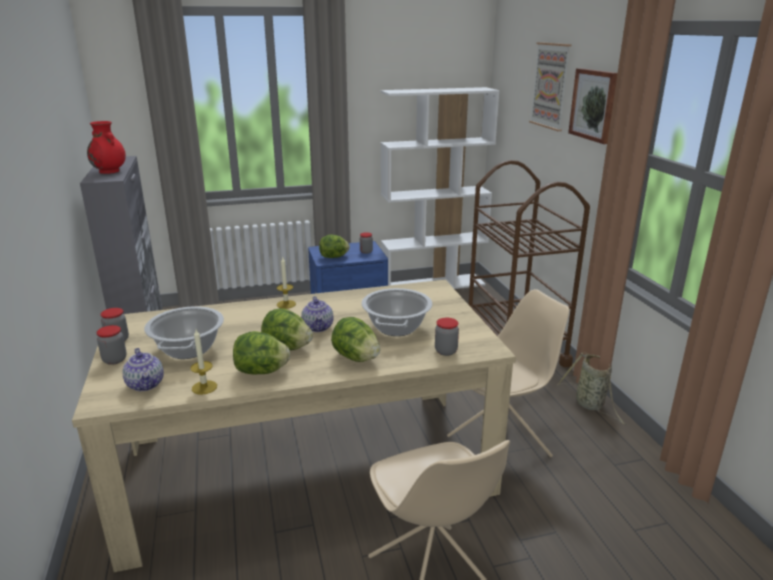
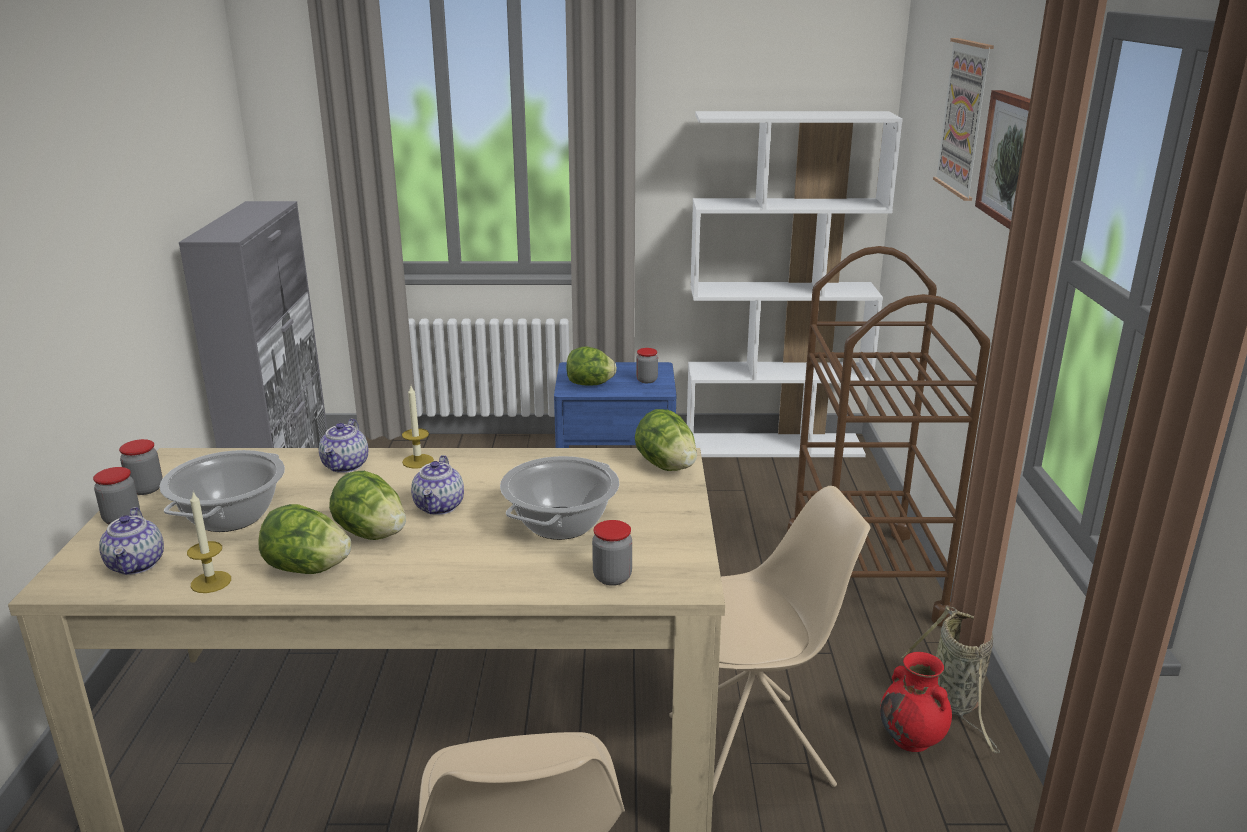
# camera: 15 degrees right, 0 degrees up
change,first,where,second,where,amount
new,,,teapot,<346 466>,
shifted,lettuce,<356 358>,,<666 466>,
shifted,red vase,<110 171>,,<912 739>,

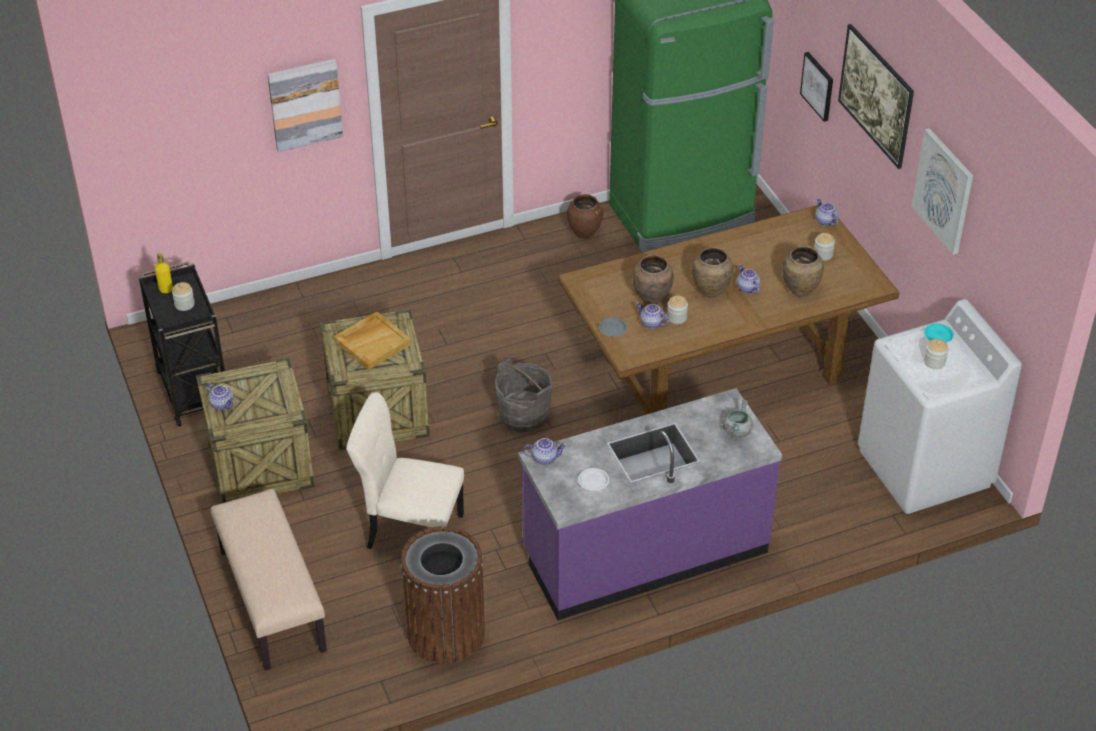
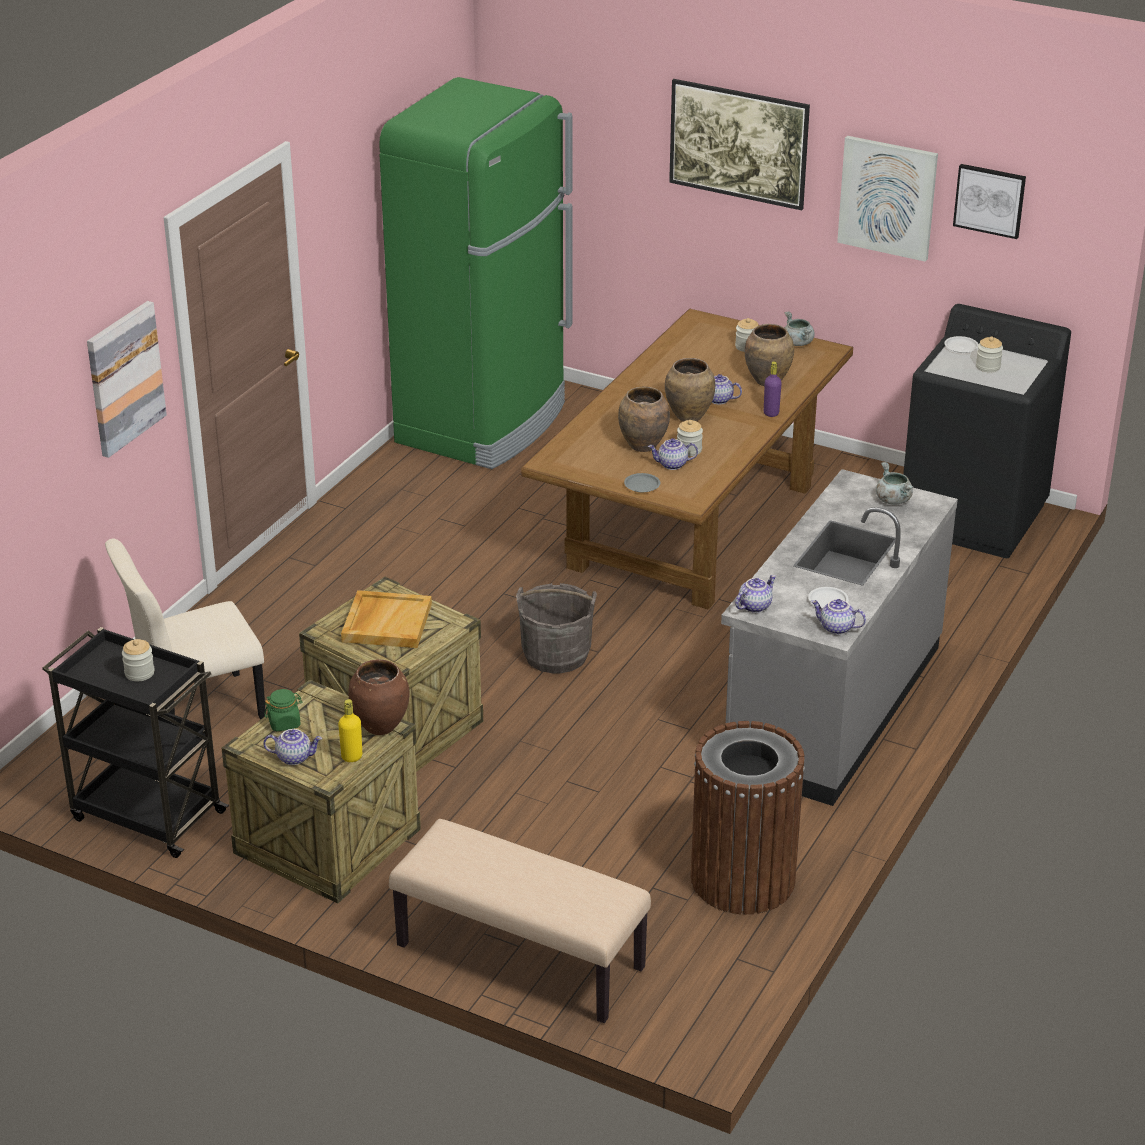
# camera: 40 degrees left, 10 degrees down
change,first,where,second,where,amount
shifted,beige chair,<411 530>,,<196 710>,
new,,,green jar,<284 723>,
shifted,yellow bottle,<166 289>,,<352 757>,
shifted,brown vase,<584 233>,,<380 726>,
repainted,purple counter,<644 552>,grey counter,<832 706>,
new,,,purple bottle,<771 413>,
new,,,grey cooking pot,<798 343>,
shifted,teapot,<825 221>,,<836 628>,
repainted,white washing machine,<925 468>,black washing machine,<974 517>,
repainted,turquoise plate,<938 335>,white plate,<960 347>,
shifted,picture,<818 86>,,<989 200>,

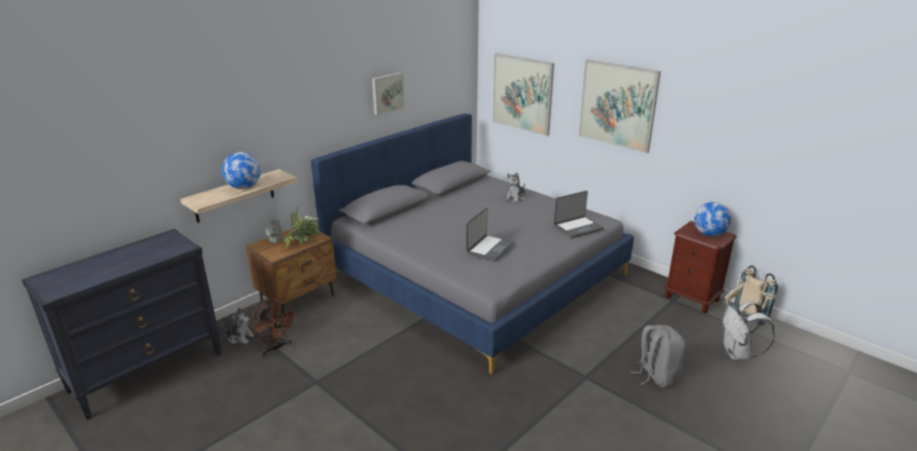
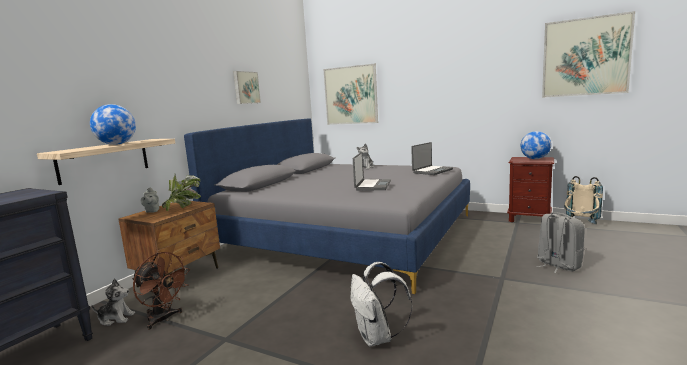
# camera: 15 degrees left, 15 degrees down
change,first,where,second,where,amount
shifted,white backpack,<738 354>,,<377 338>,
shifted,picture,<617 105>,,<585 57>,

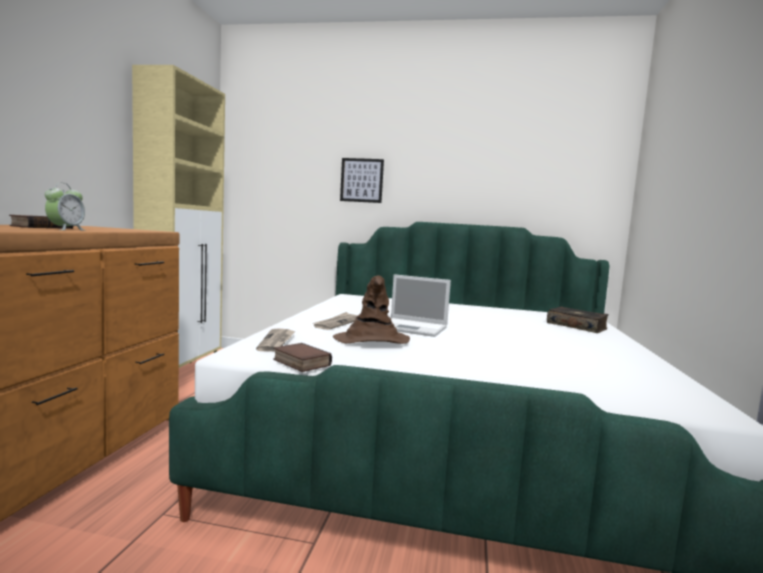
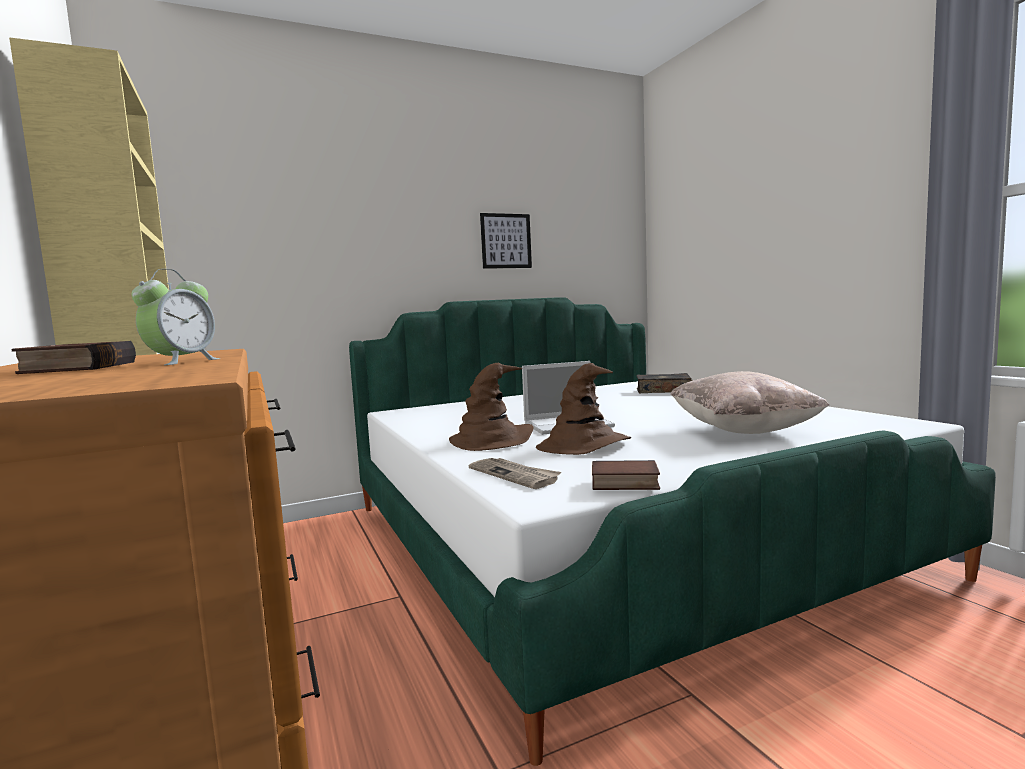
# camera: 35 degrees left, 0 degrees up
change,first,where,second,where,amount
rotated,alarm clock,<66 229>,,<181 362>,45 degrees clockwise
swapped,newspaper,<337 323>,brown hat,<491 440>,
shifted,picture,<361 180>,,<506 241>,
new,,,beige pillow,<742 431>,

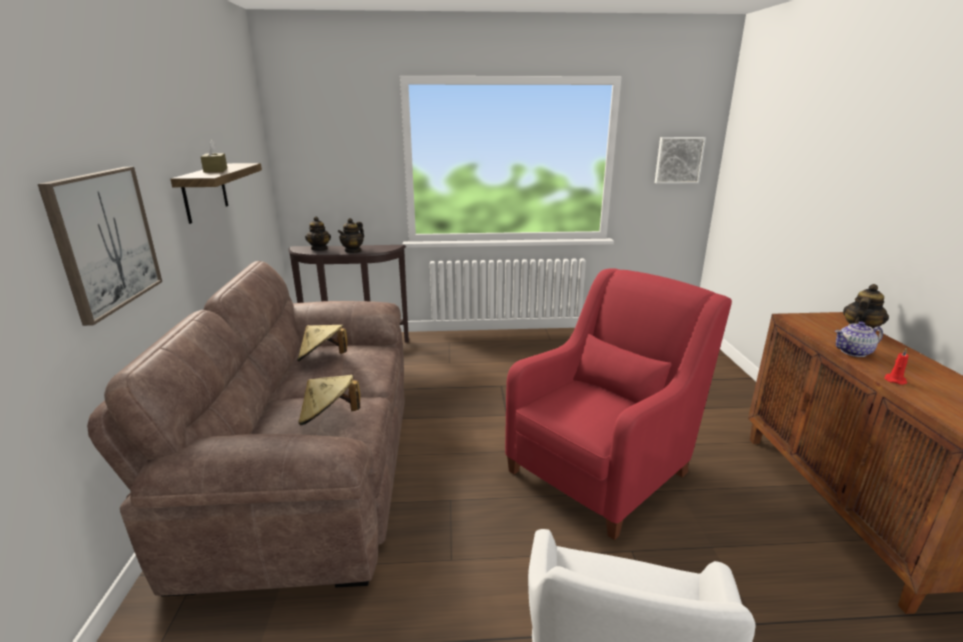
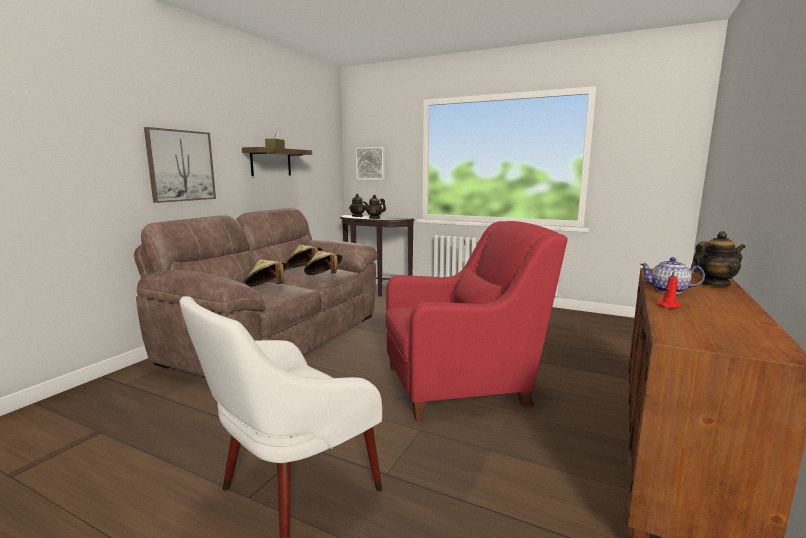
# camera: 30 degrees right, 10 degrees down
change,first,where,second,where,amount
new,,,beige hat,<324 276>,
shifted,picture,<678 160>,,<371 163>,

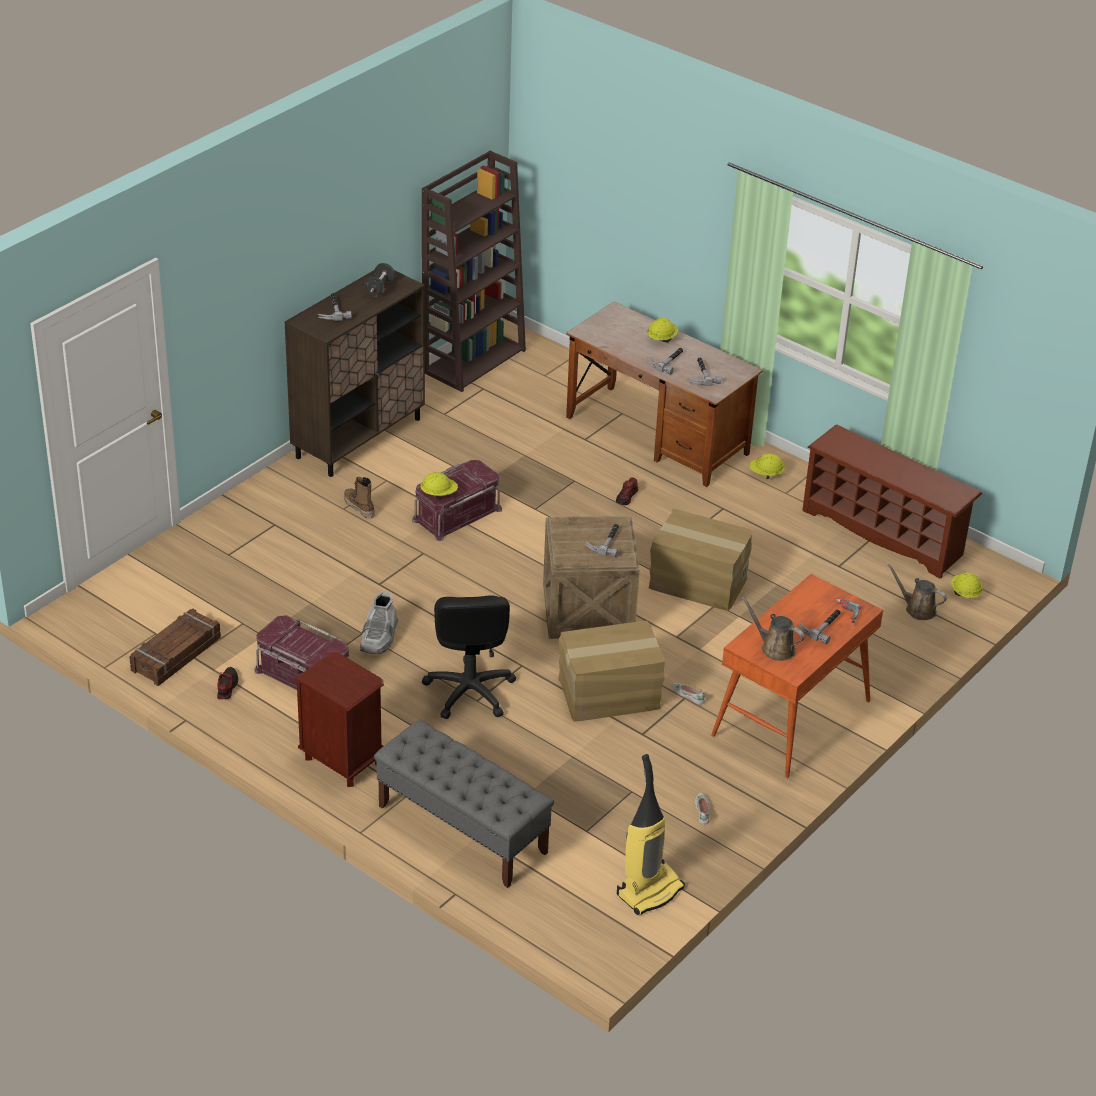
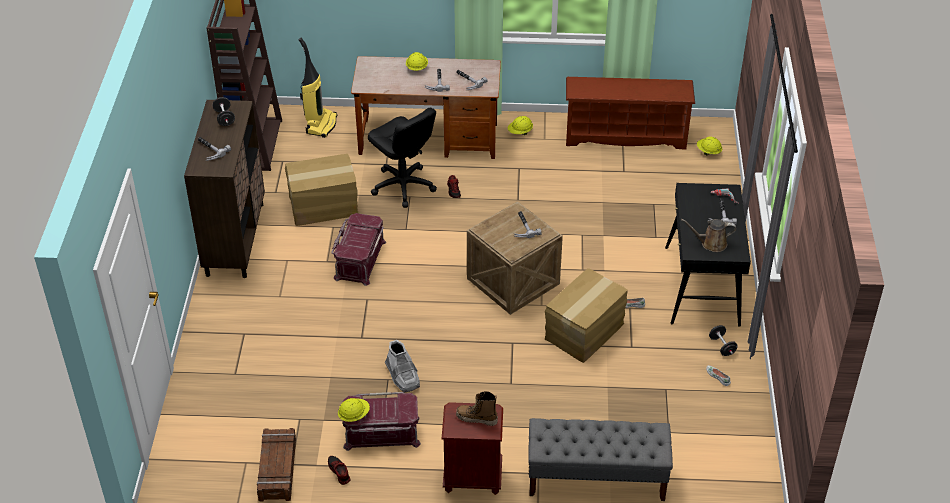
# camera: 35 degrees left, 5 degrees up
change,first,where,second,where,amount
shifted,cardboard box,<697 583>,,<323 206>,
shifted,vacuum cleaner,<649 890>,,<321 124>,
shifted,yellow hard hat,<439 494>,,<354 415>,
shifted,black office chair,<469 691>,,<403 186>,
shifted,boot,<359 507>,,<476 419>,
repainted,orange desk,<791 719>,black desk,<702 286>,
new,,,black dumbbell,<722 346>,
gone,brown watering can,<917 609>,,,

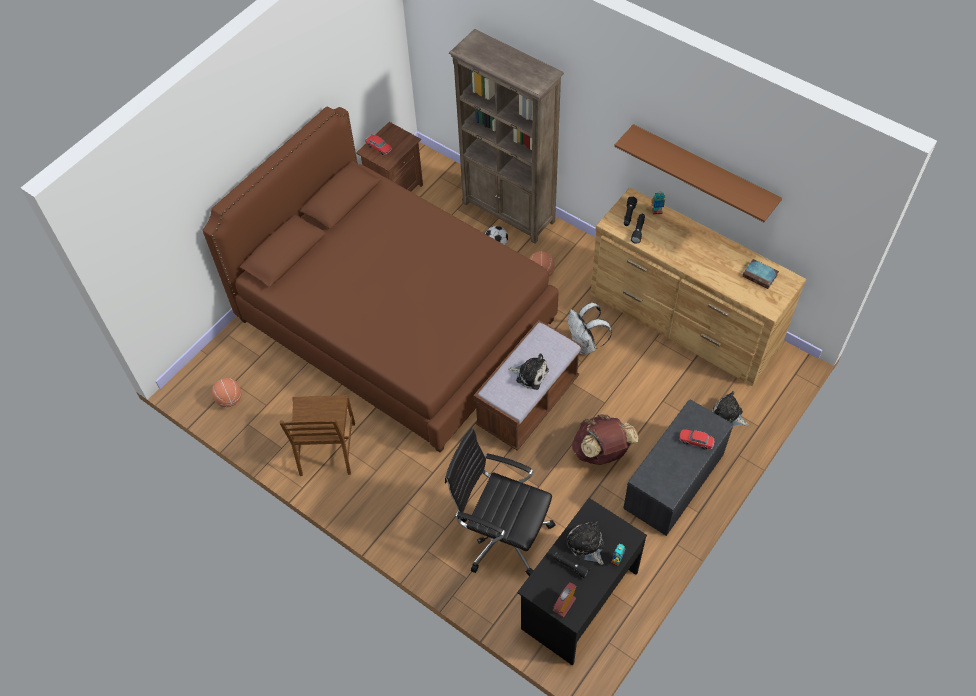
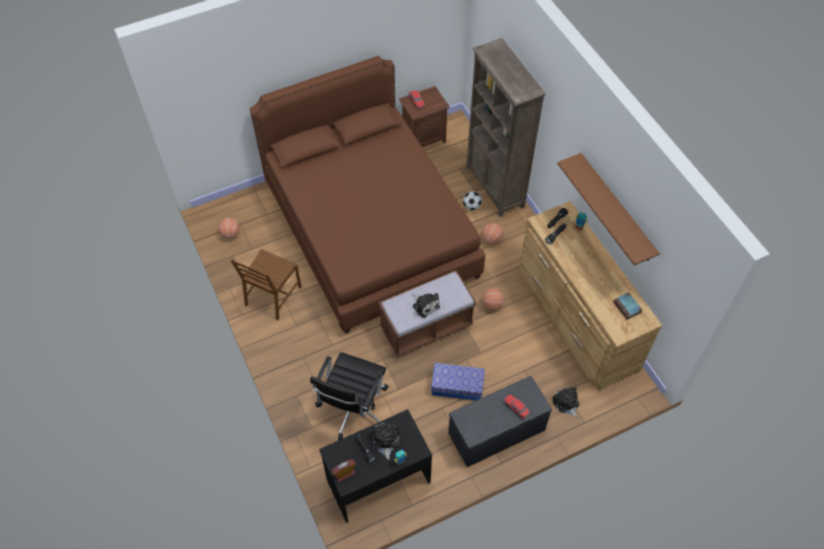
# camera: 25 degrees right, 0 degrees up
change,first,where,second,where,amount
rotated,black office chair,<501 534>,,<353 409>,120 degrees counterclockwise
swapped,brown backpack,<601 452>,storage box,<457 386>,
swapped,white backpack,<585 344>,basketball,<492 305>,

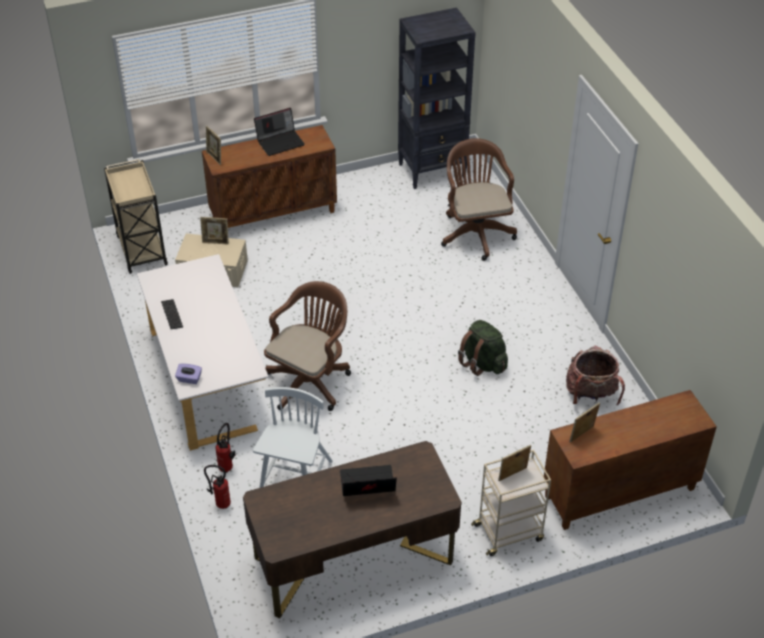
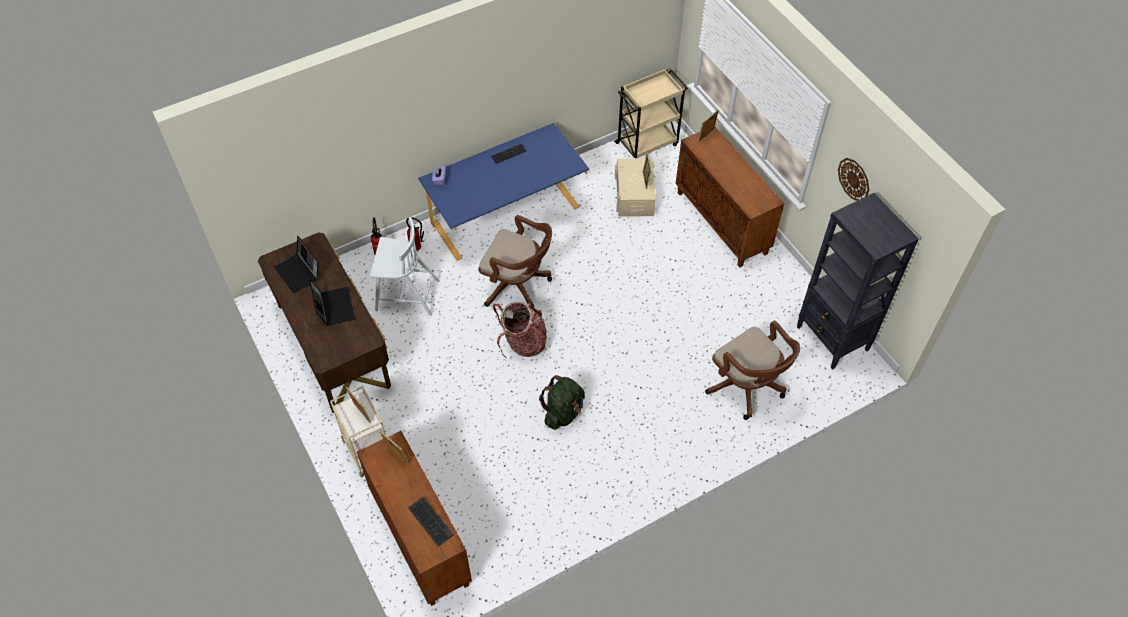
# camera: 80 degrees right, 10 degrees up
change,first,where,second,where,amount
shifted,laptop,<280 142>,,<299 273>,
new,,,keyboard,<430 521>,
repainted,white desk,<207 379>,blue desk,<507 218>,
shifted,backpack,<591 394>,,<523 343>,
rotated,brown office chair,<475 232>,,<747 388>,75 degrees clockwise
new,,,wall clock,<854 179>,

